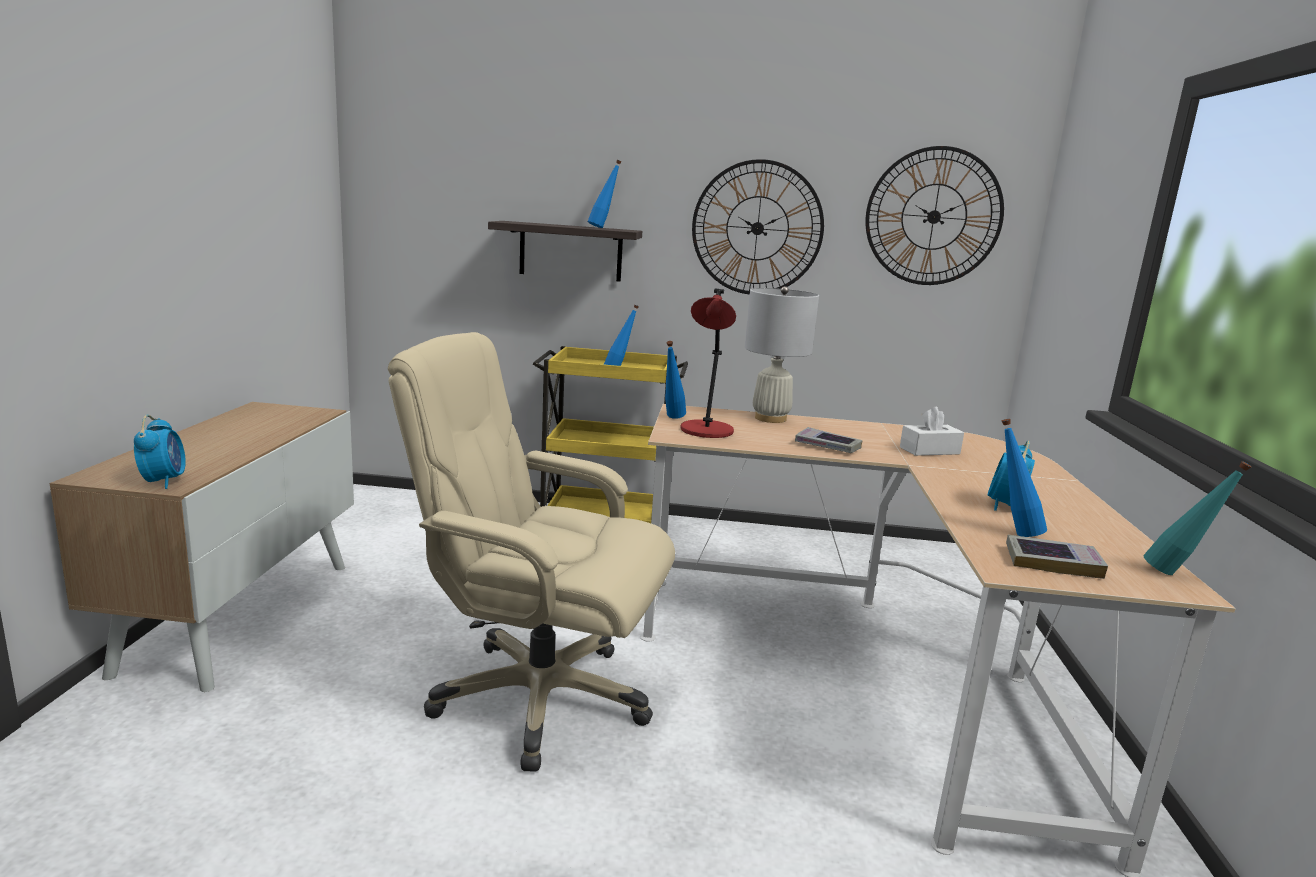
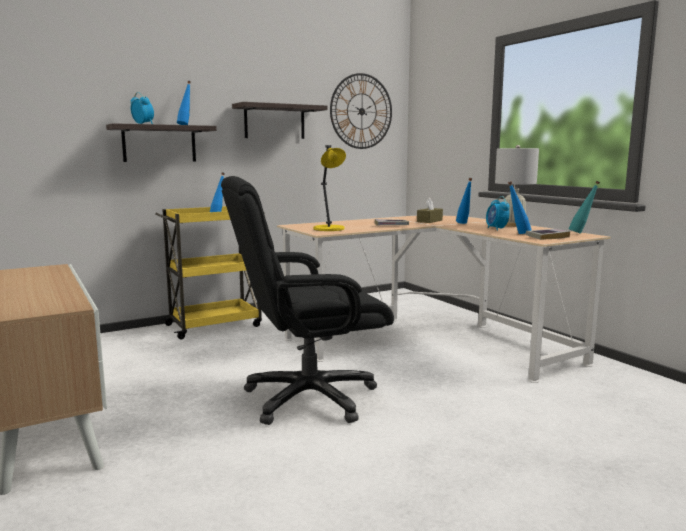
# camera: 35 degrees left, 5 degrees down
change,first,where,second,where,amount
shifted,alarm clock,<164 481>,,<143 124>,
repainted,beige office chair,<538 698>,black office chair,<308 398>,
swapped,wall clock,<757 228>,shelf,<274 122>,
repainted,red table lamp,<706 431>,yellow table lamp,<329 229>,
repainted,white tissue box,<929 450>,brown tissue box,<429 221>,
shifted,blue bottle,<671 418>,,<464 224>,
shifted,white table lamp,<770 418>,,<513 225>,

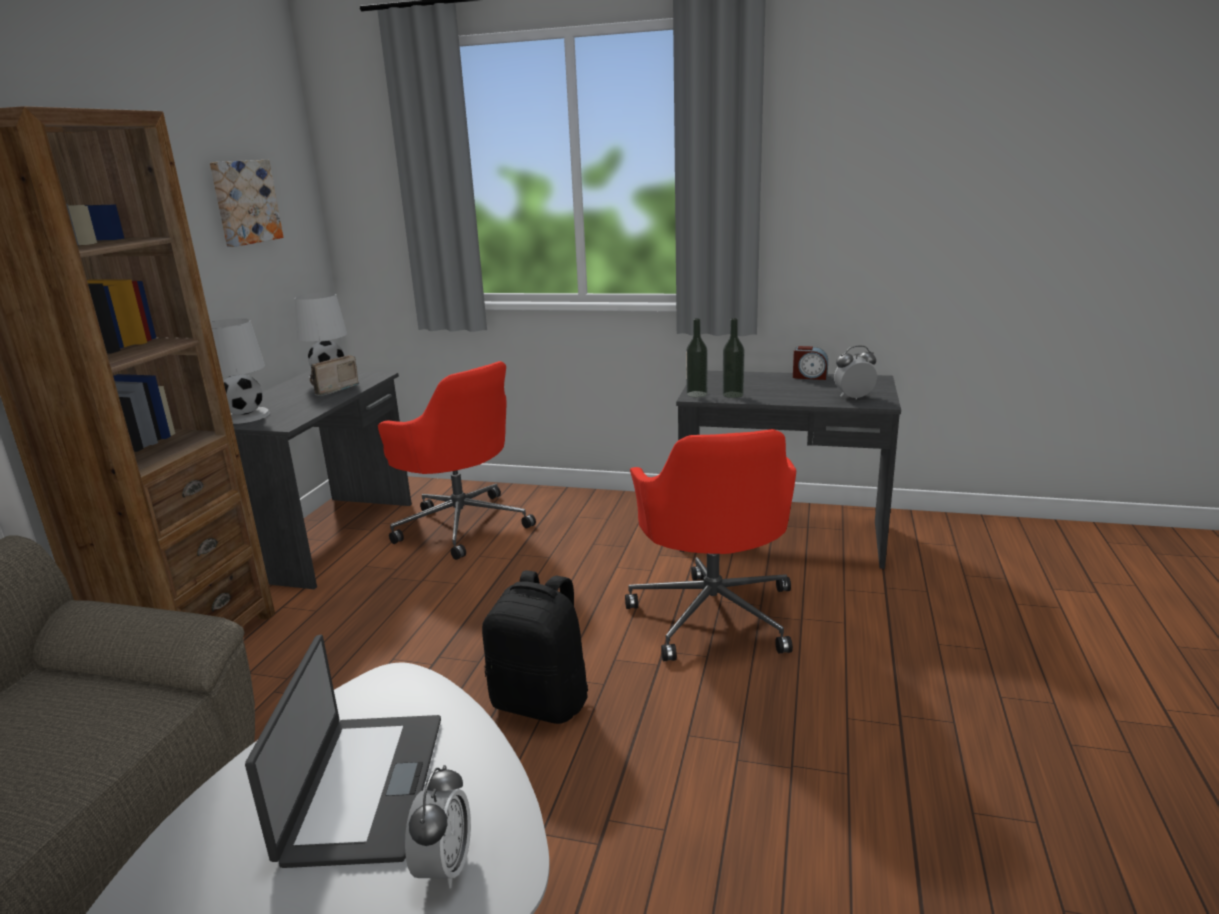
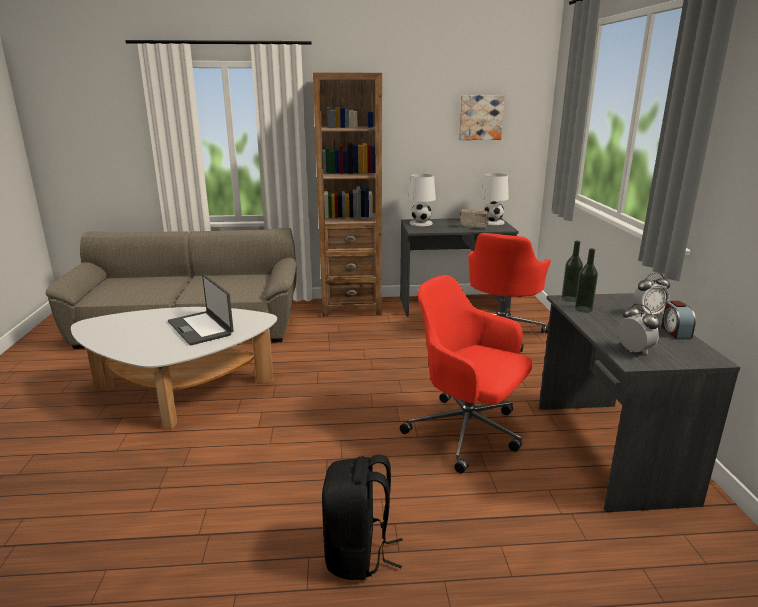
# camera: 70 degrees right, 0 degrees up
change,first,where,second,where,amount
rotated,laptop,<362 787>,,<201 328>,75 degrees clockwise
shifted,black backpack,<542 702>,,<358 554>,
rotated,red office chair,<713 613>,,<467 432>,60 degrees clockwise
shifted,alarm clock,<444 867>,,<648 314>,

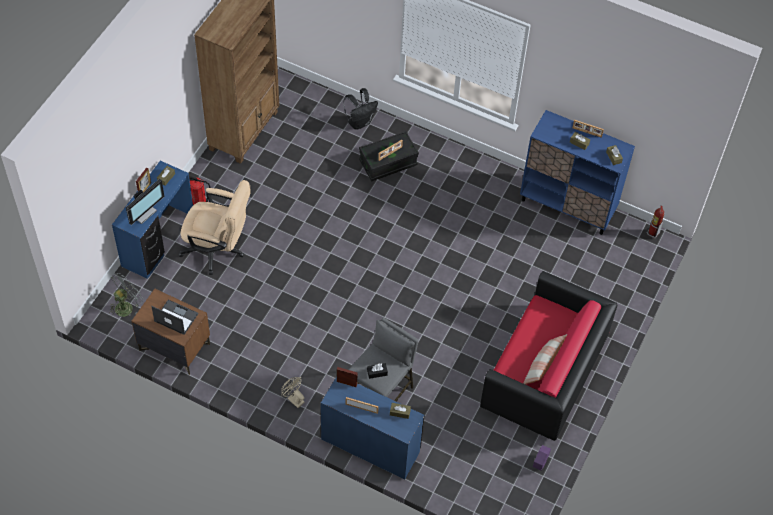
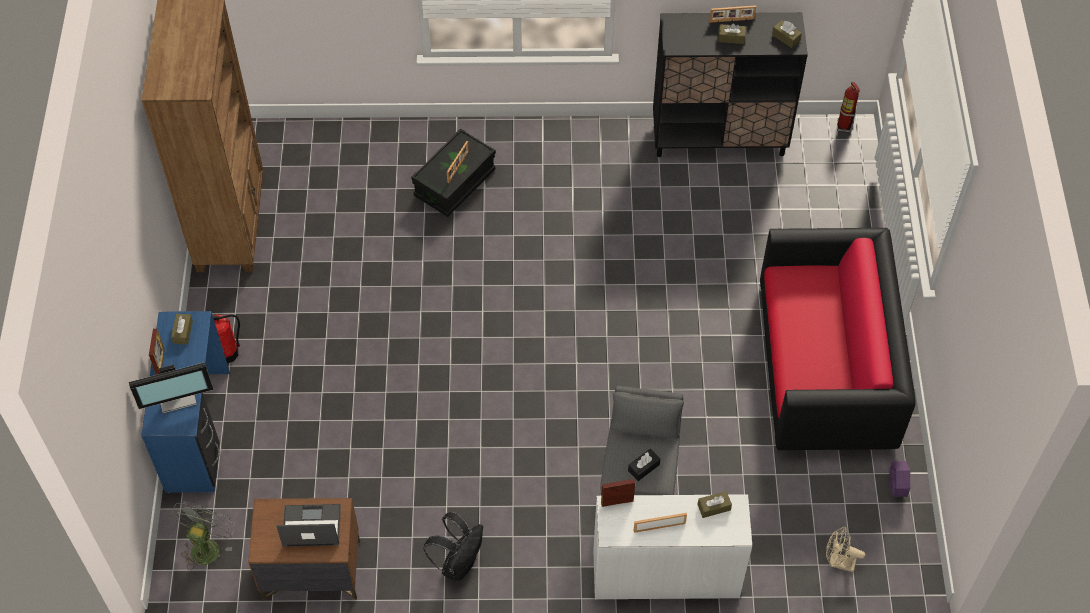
# camera: 25 degrees left, 0 degrees up
change,first,where,second,where,amount
rotated,monitor,<143 212>,,<177 396>,60 degrees clockwise
shifted,black backpack,<360 122>,,<458 563>,
repainted,blue desk,<370 444>,white desk,<665 572>,
repainted,blue cabinet,<568 206>,black cabinet,<719 138>,
shifted,beige fan,<293 399>,,<838 562>,
gone,beige office chair,<218 250>,,,
gone,pillow,<542 365>,,,

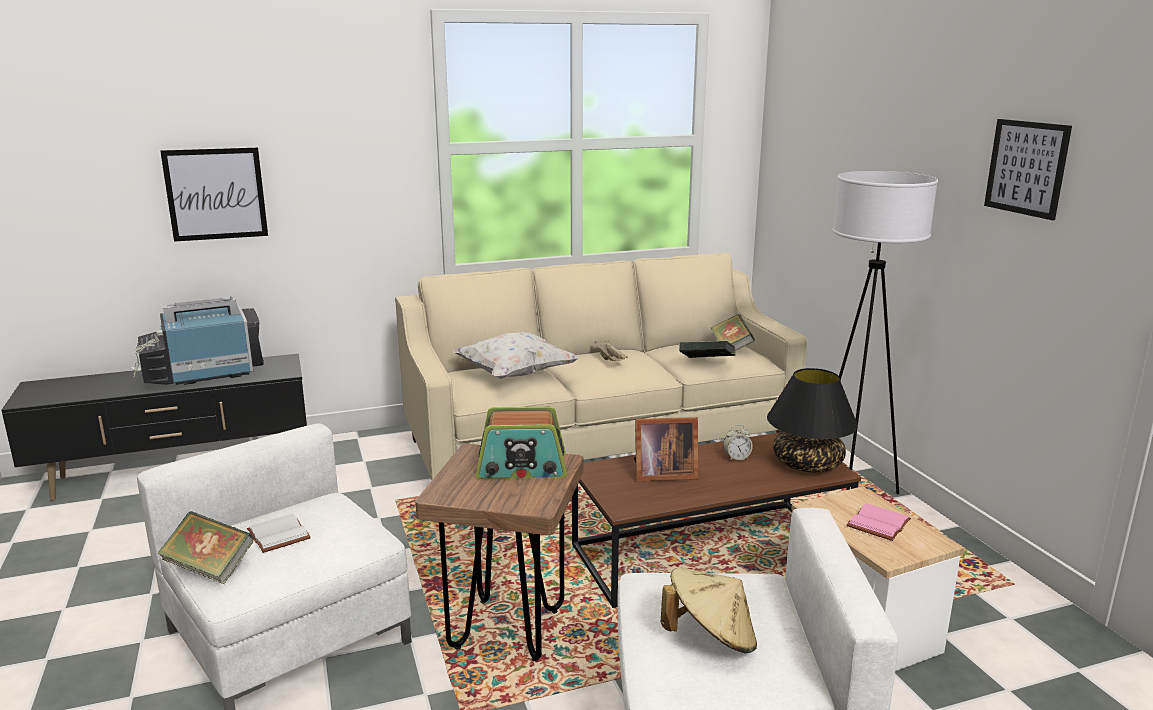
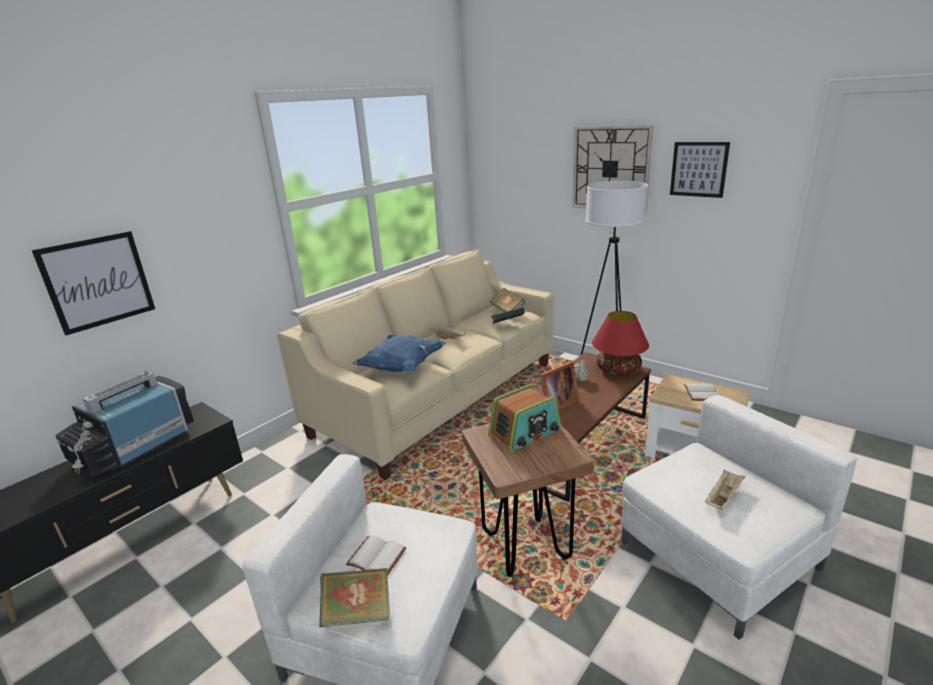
# camera: 30 degrees left, 5 degrees up
change,first,where,second,where,amount
repainted,white pillow,<515 375>,blue pillow,<402 367>,
new,,,wall clock,<610 168>,
repainted,black table lamp,<807 464>,red table lamp,<618 370>,
repainted,pink book,<879 525>,white book,<702 393>,
swapped,beige hat,<710 638>,beige tray,<723 497>,

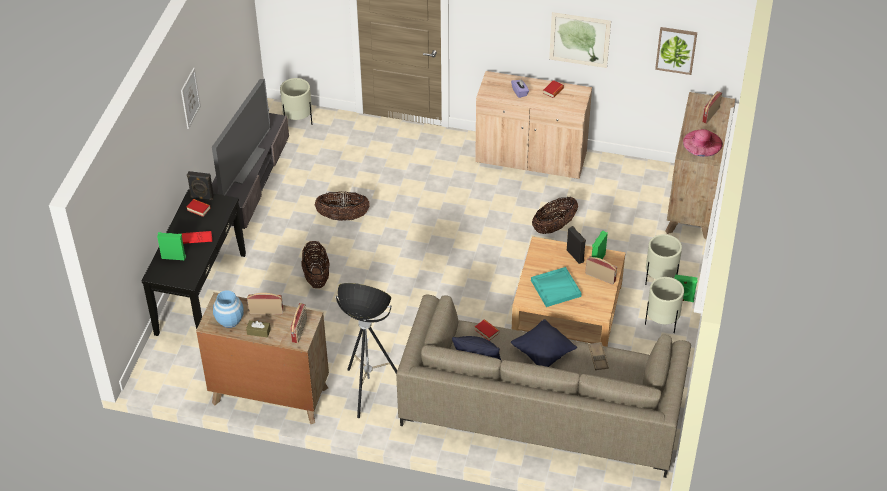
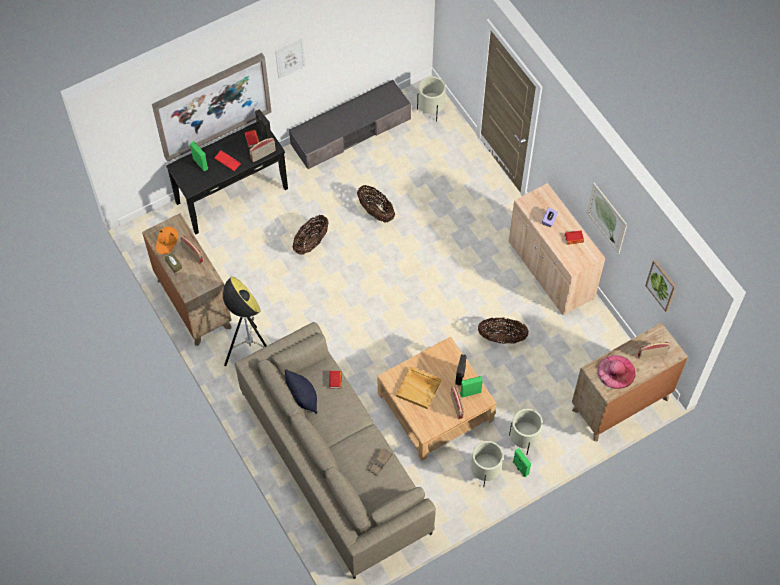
# camera: 45 degrees right, 15 degrees up
change,first,where,second,where,amount
new,,,picture,<212 106>,
swapped,blue vase,<229 320>,orange hat,<166 241>,
shifted,radio,<300 330>,,<263 155>,
repainted,turquoise tray,<556 288>,beige tray,<419 388>,
gone,television,<242 163>,,,
gone,black pillow,<543 353>,,,

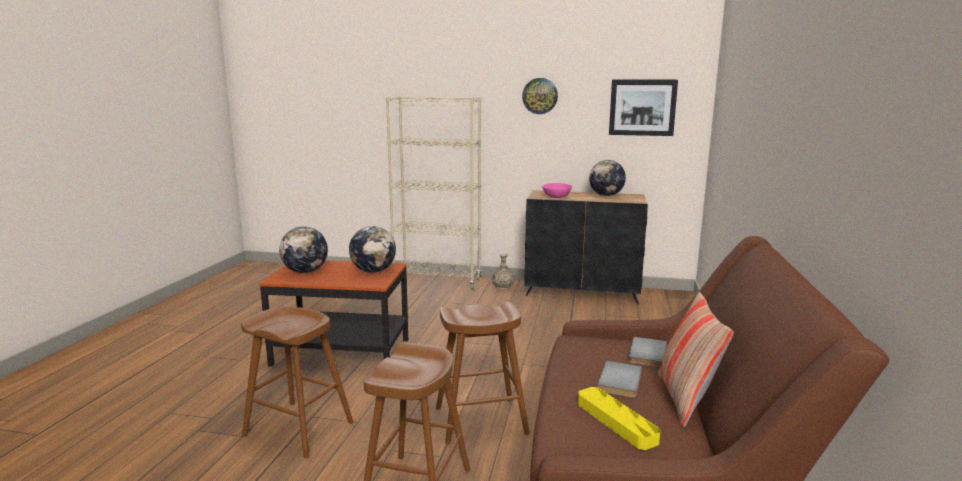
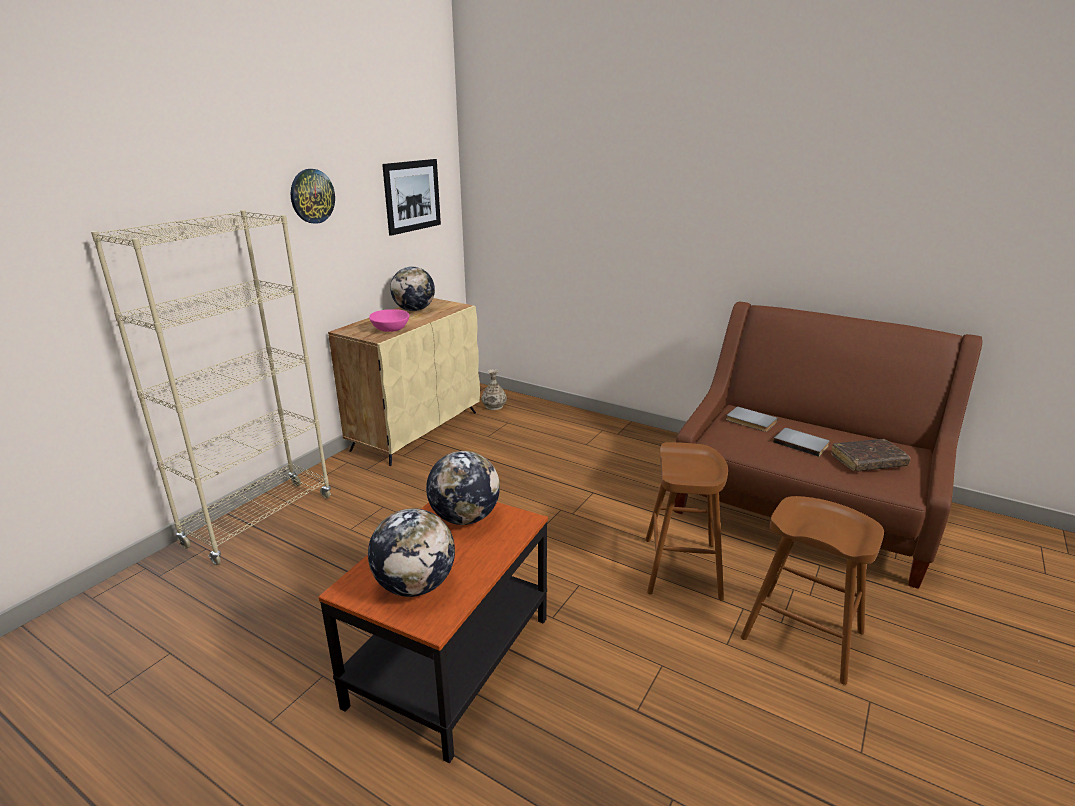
# camera: 70 degrees left, 10 degrees up
change,first,where,second,where,amount
repainted,black cabinet,<582 292>,beige cabinet,<416 430>,
shifted,vase,<502 286>,,<494 406>,
swapped,yellow tray,<616 421>,brown book,<868 461>,
gone,brown stool,<298 428>,,,
gone,pillow,<685 399>,,,

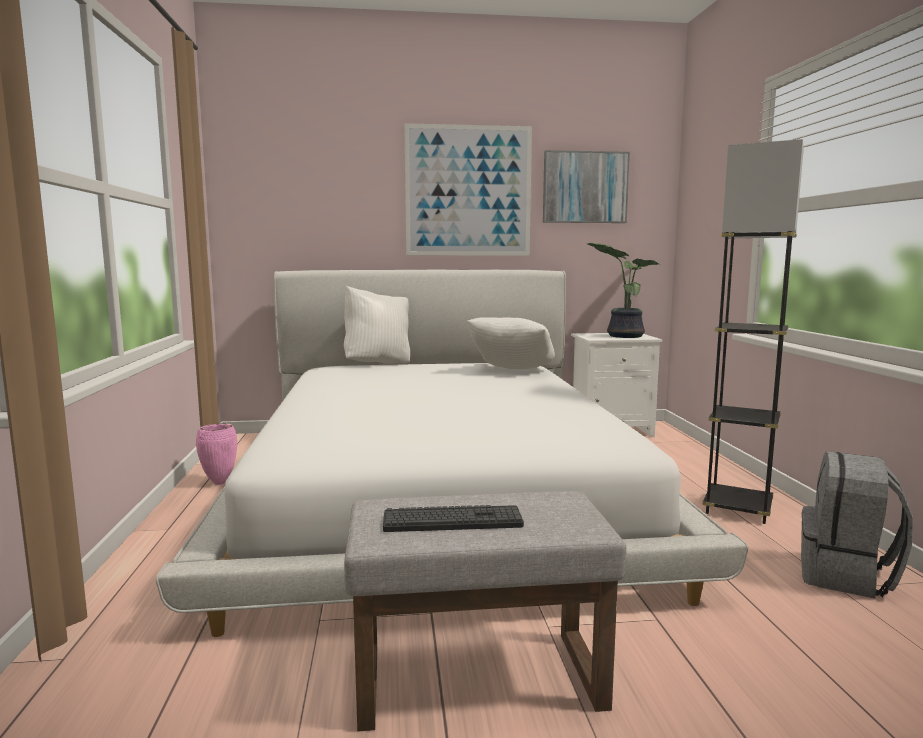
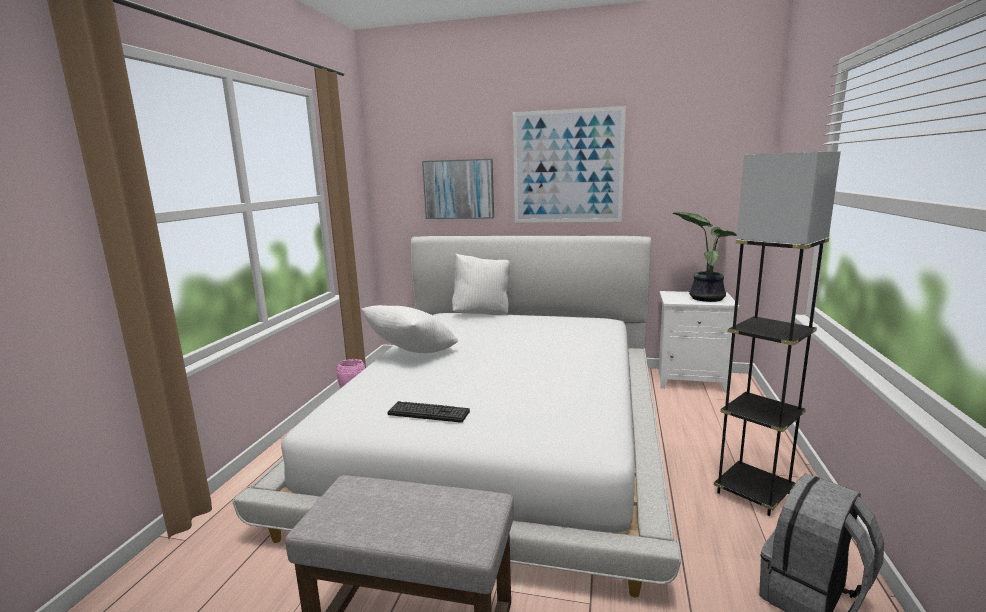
# camera: 20 degrees right, 5 degrees up
change,first,where,second,where,amount
shifted,white pillow,<512 371>,,<412 354>,
shifted,keyboard,<452 520>,,<428 413>,
shifted,picture,<585 187>,,<459 189>,

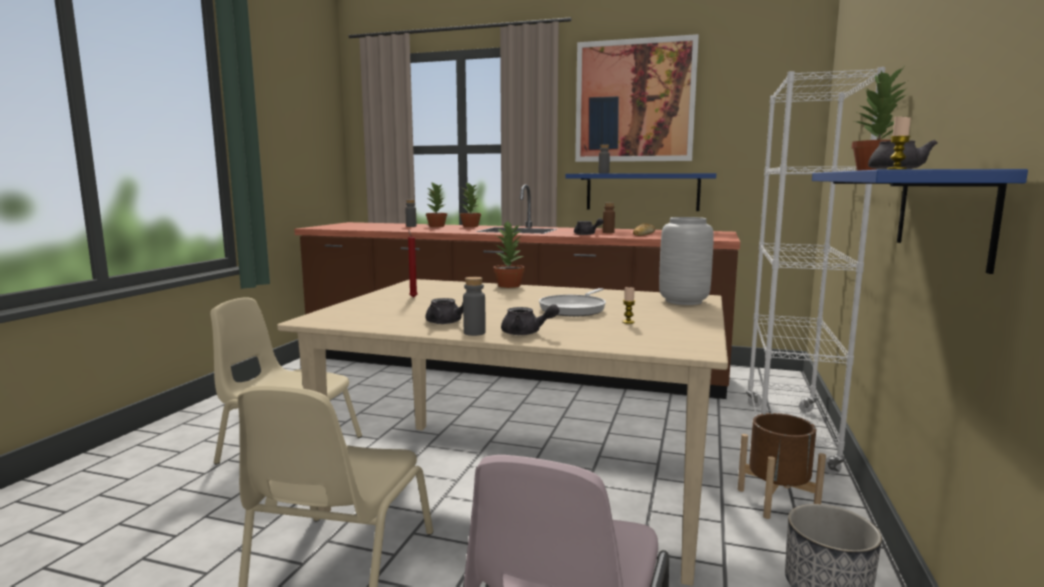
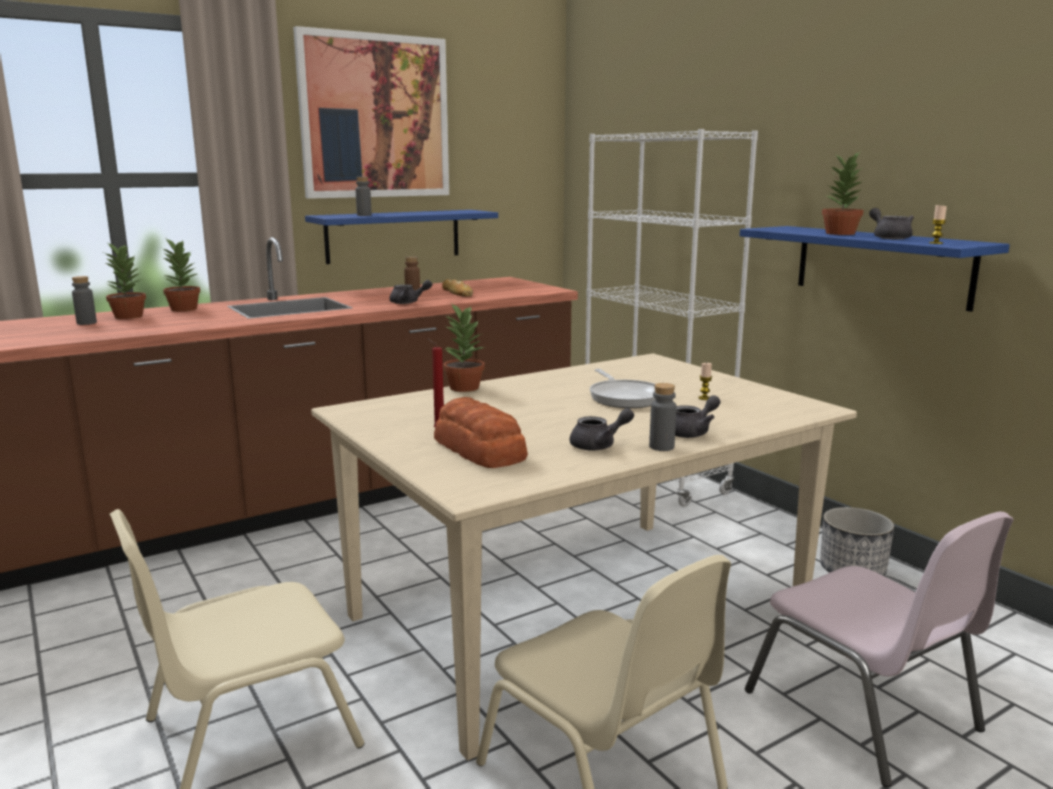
# camera: 50 degrees left, 5 degrees up
change,first,where,second,where,amount
new,,,bread,<479 450>,
gone,grey vase,<684 301>,,,
gone,brown planter,<776 501>,,,

